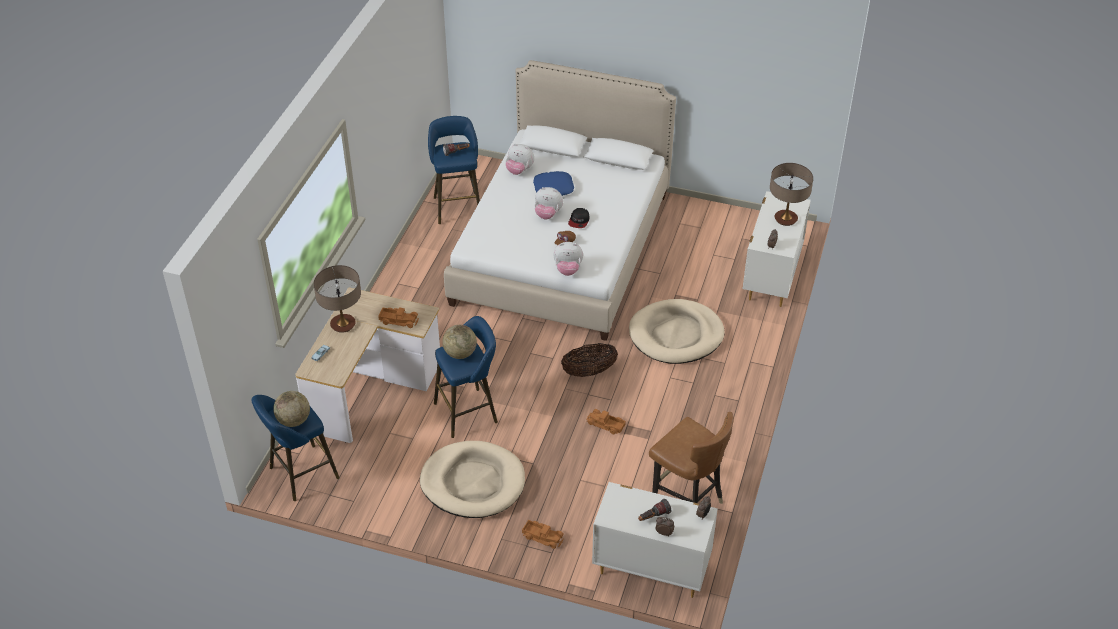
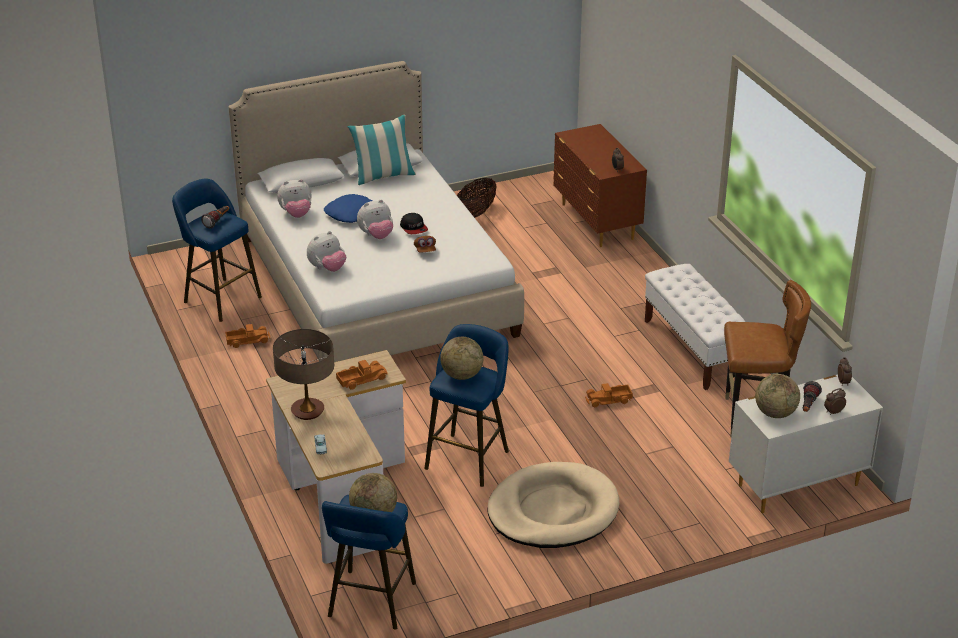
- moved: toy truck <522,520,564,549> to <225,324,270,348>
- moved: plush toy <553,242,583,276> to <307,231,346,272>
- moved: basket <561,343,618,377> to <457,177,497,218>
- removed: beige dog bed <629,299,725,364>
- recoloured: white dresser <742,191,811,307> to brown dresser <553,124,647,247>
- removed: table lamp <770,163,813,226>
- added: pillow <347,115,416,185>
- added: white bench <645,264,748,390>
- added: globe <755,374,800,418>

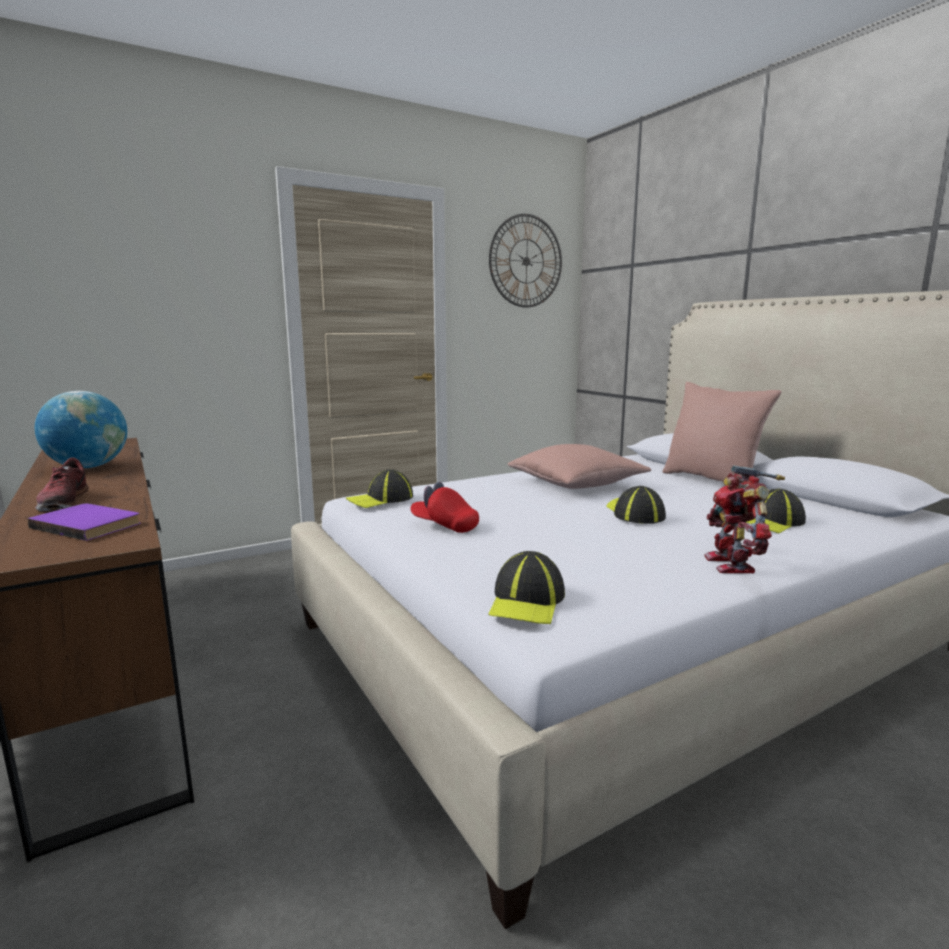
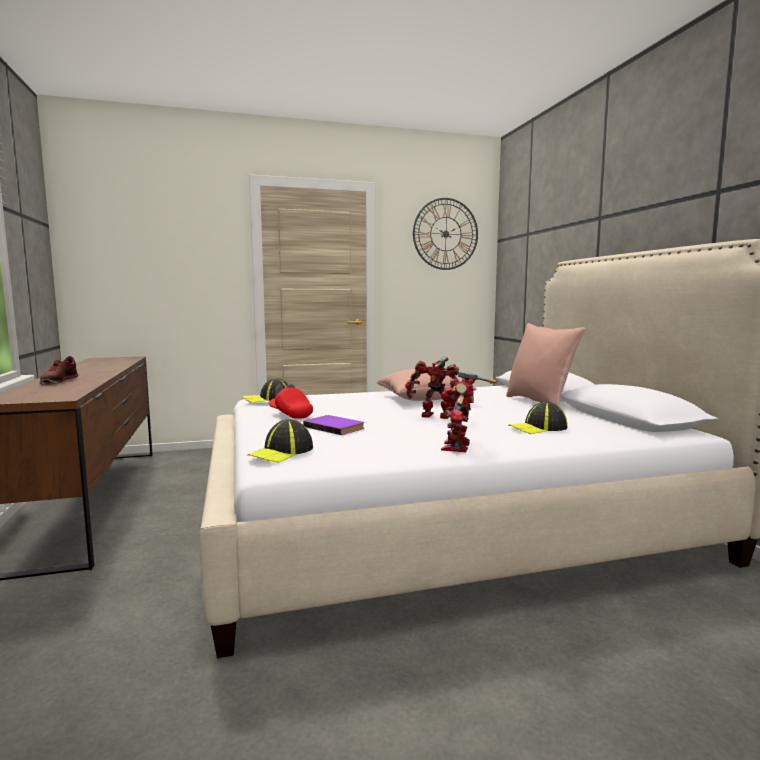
- moved: purple book <27,503,140,541> to <303,415,364,435>
- removed: globe <35,391,127,468>
- replaced: cap <606,486,666,524> to toy robot <405,357,459,419>

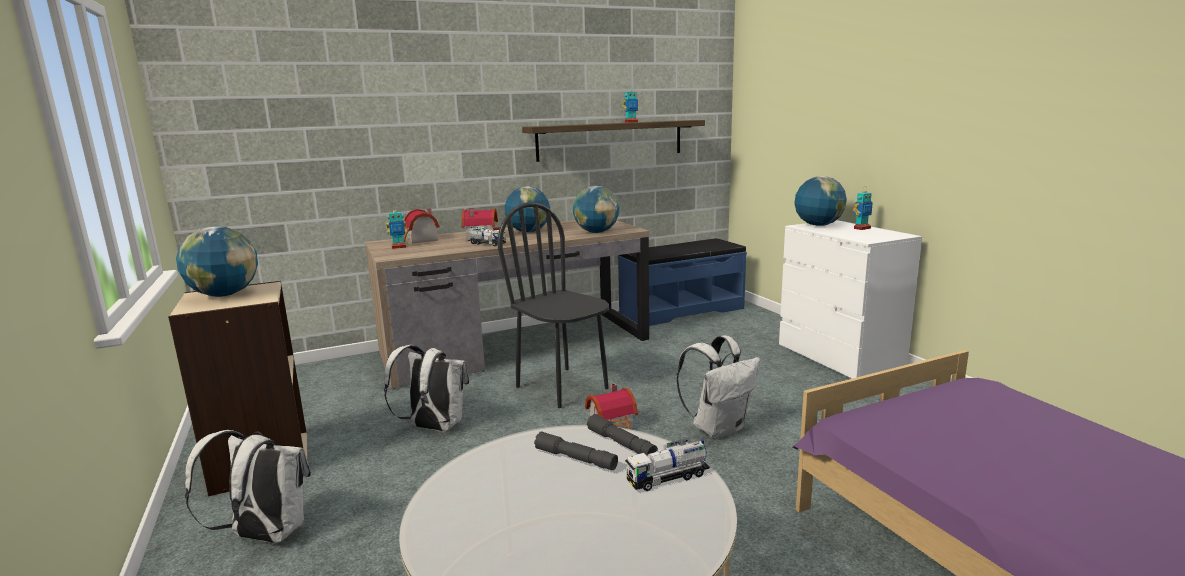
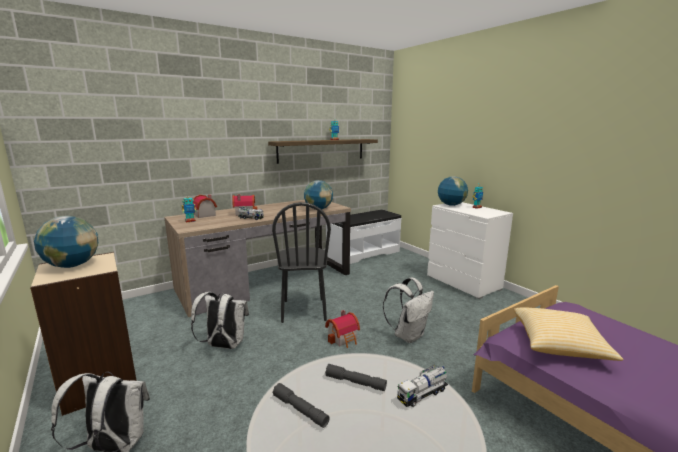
- turned: black chair <498,202,609,408> = <272,202,331,323> 135 degrees counterclockwise
- removed: globe <505,186,550,232>
- moved: grey flashlight <587,414,658,456> to <273,383,330,428>
- recoloured: blue bench <618,238,747,326> to white bench <326,209,402,265>
- added: pillow <514,307,624,361>

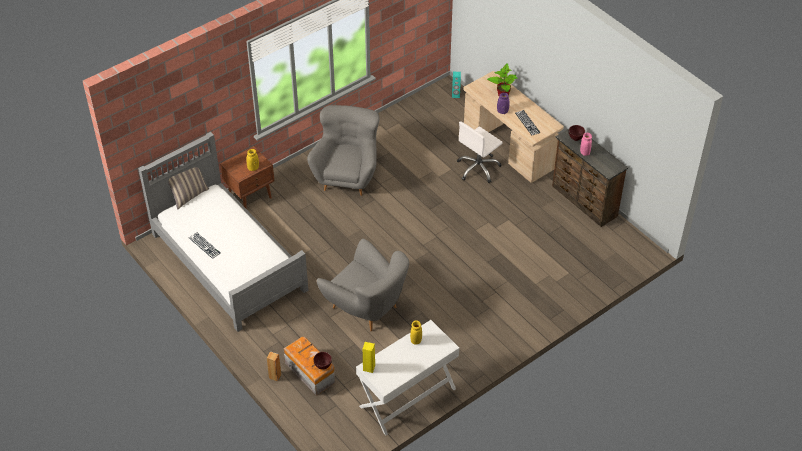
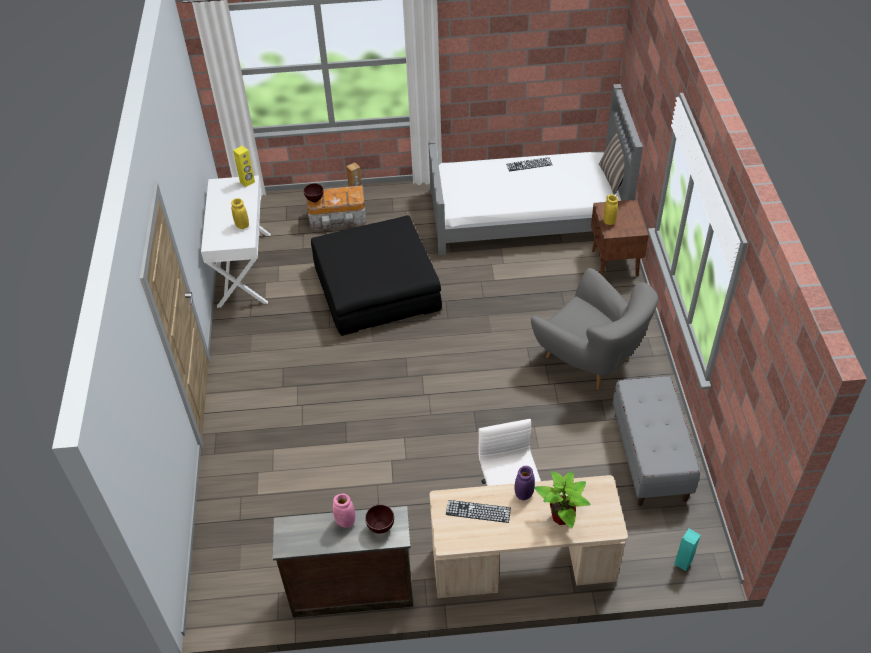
- replaced: grey armchair <317,239,409,331> to black ottoman <311,215,442,336>
- added: grey bench <613,376,700,506>

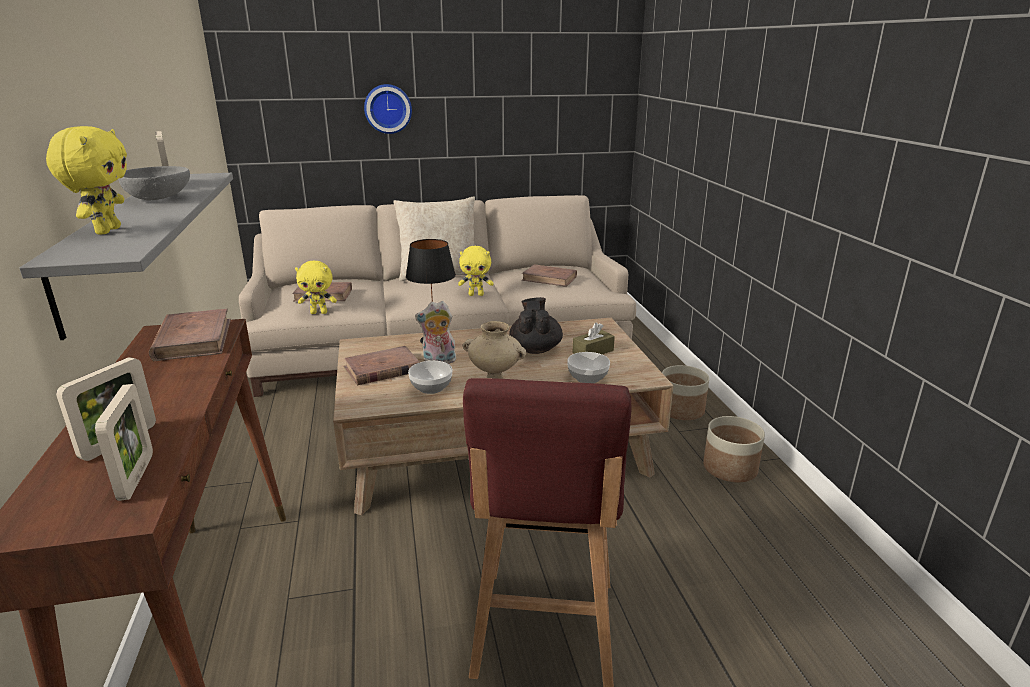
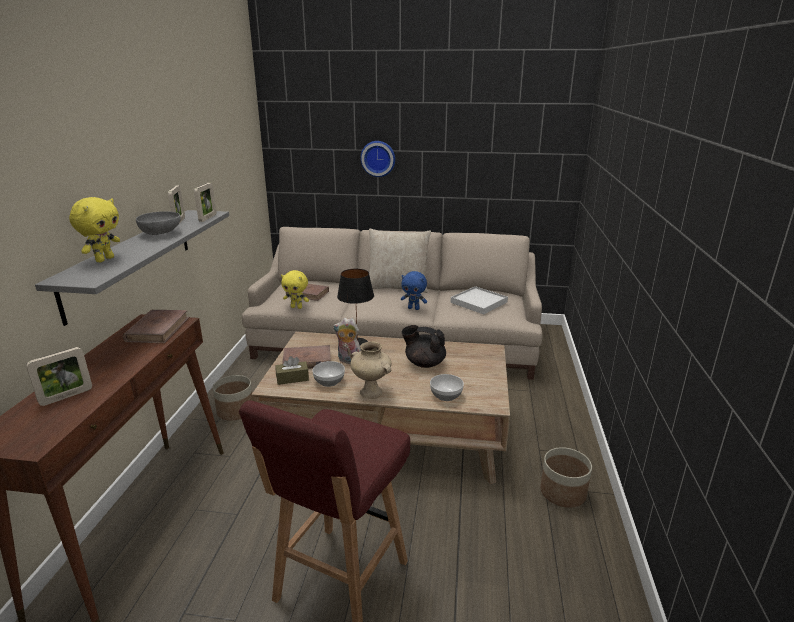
- moved: picture frame <95,384,153,501> to <194,183,216,222>
- recoloured: yellow plush toy <458,246,494,296> to blue plush toy <401,271,427,310>
- turned: black teapot <509,297,563,354> = <402,325,446,368> 90 degrees counterclockwise
- replaced: brown book <522,264,577,287> to white tray <451,286,508,314>
- moved: brown tissue box <572,322,615,354> to <275,356,309,385>
- moved: planter <662,365,709,420> to <213,375,252,421>

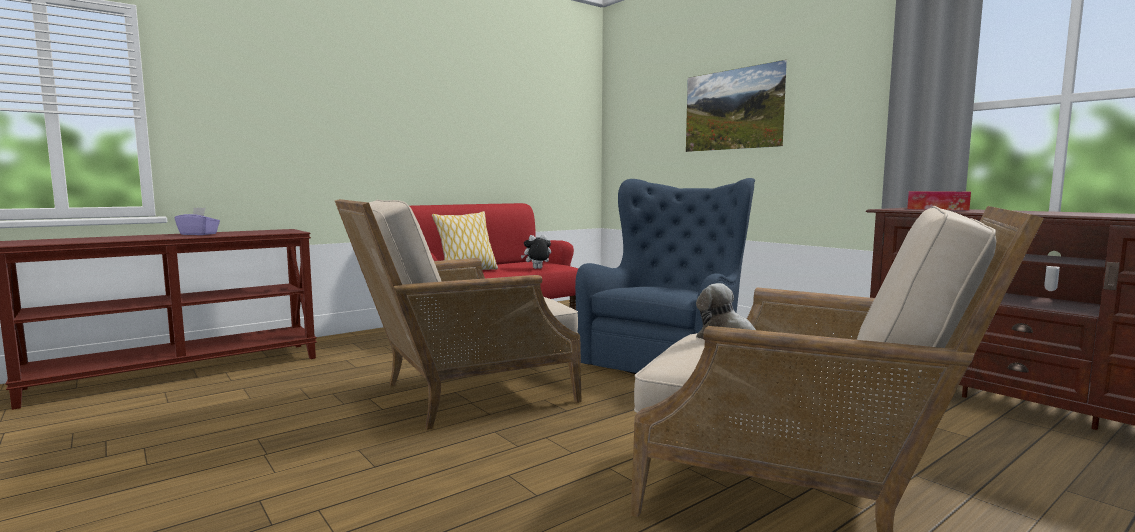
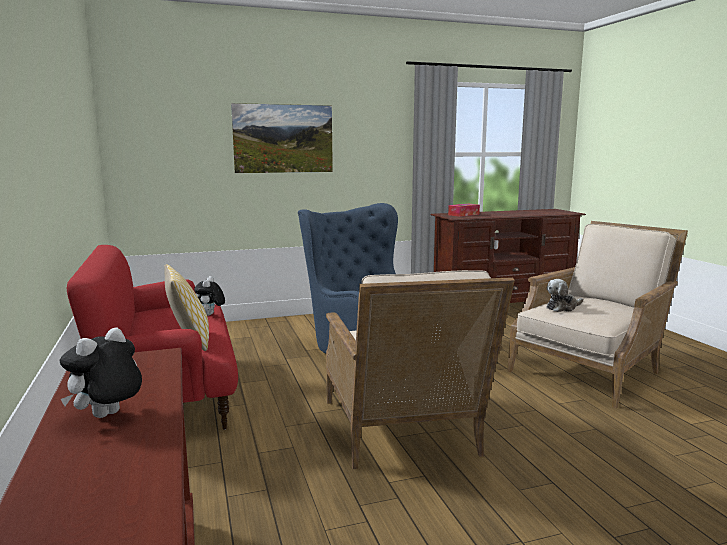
- replaced: purple tissue box <175,208,220,235> to plush toy <60,327,142,418>

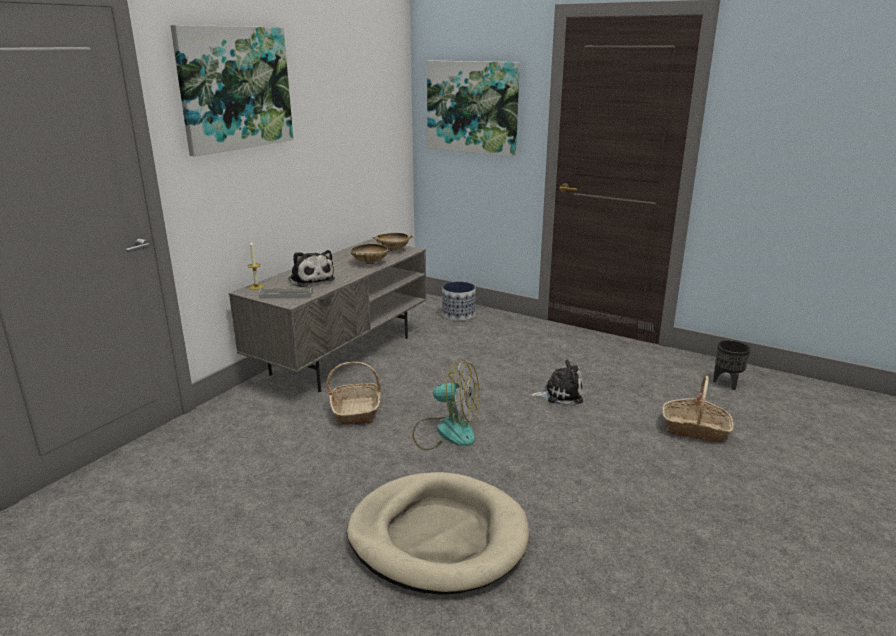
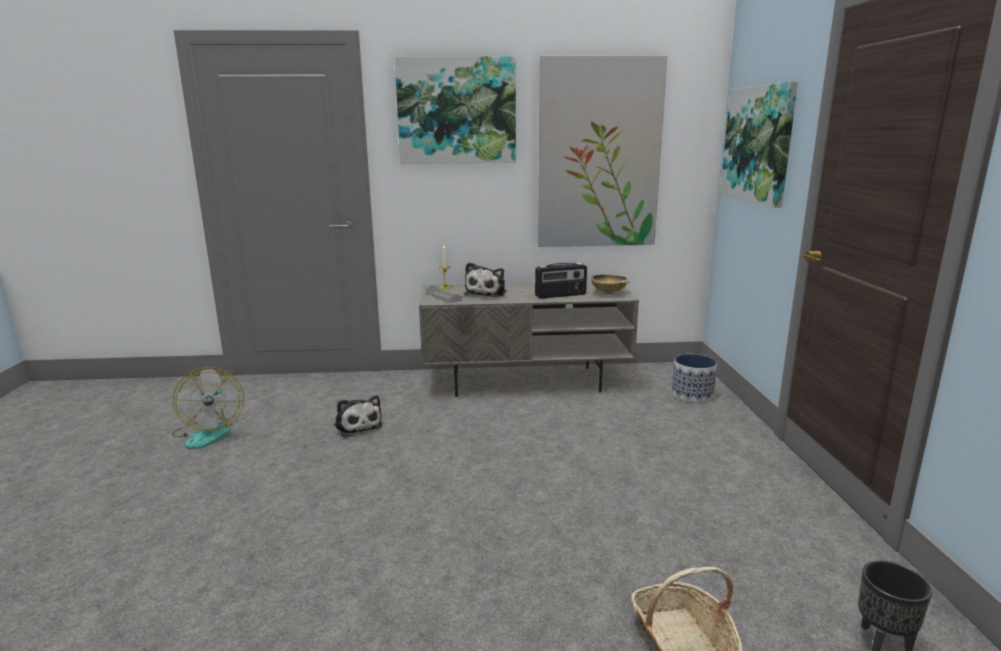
- removed: basket <327,362,381,425>
- removed: beige dog bed <347,472,529,594>
- replaced: beige bowl <351,243,388,264> to radio <535,263,587,299>
- moved: fan <412,359,479,450> to <172,367,244,449>
- moved: plush toy <530,360,583,405> to <334,395,382,438>
- added: picture <538,56,667,247>

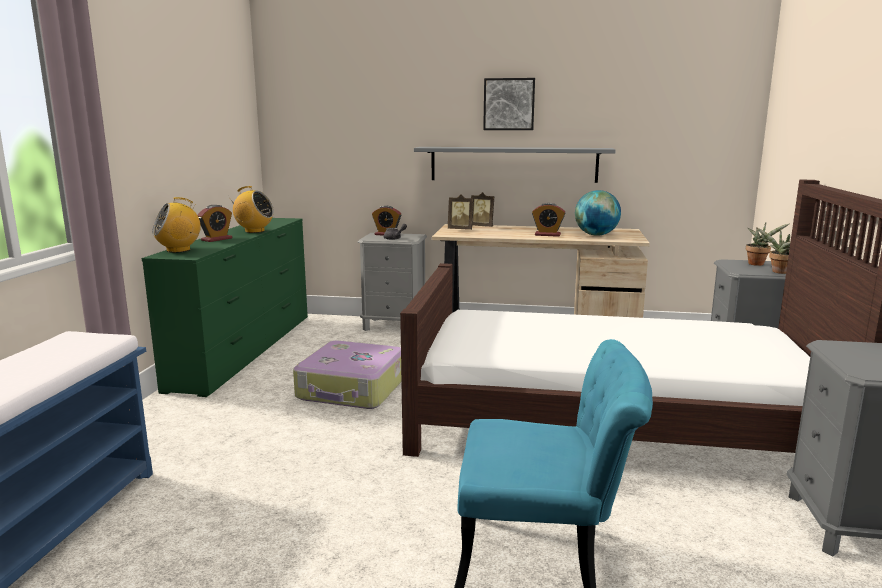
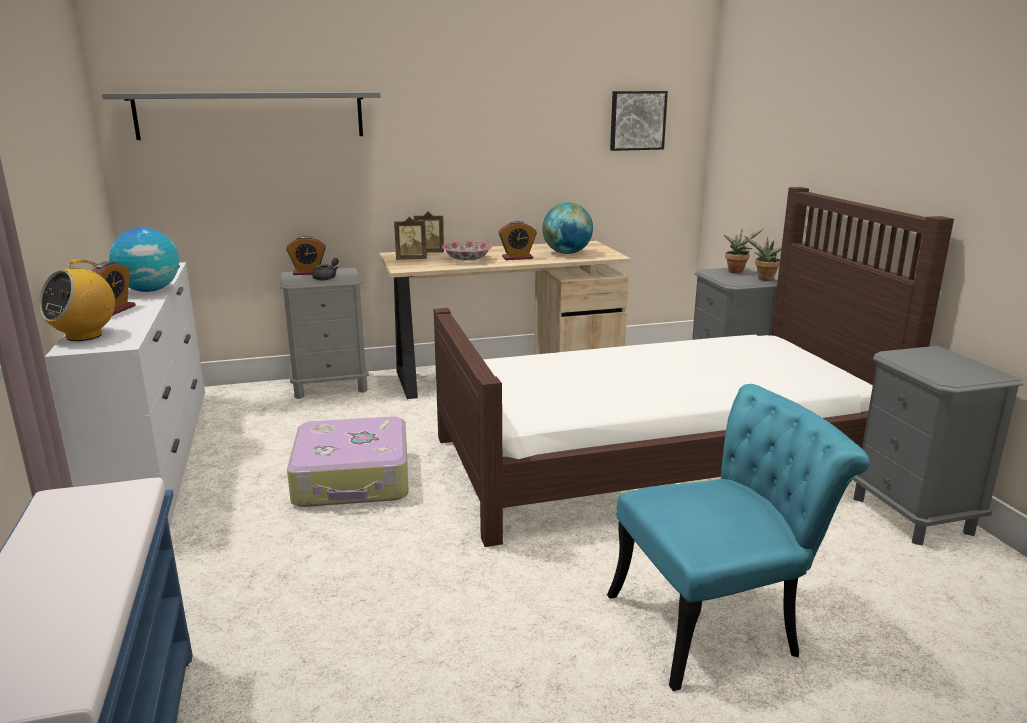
- recoloured: green dresser <142,218,308,397> to white dresser <45,262,205,528>
- replaced: radio <229,186,274,233> to globe <109,228,180,292>
- moved: grey shelf <414,147,616,183> to <102,92,381,140>
- moved: picture <483,78,535,130> to <610,91,668,151>
- added: bowl <442,241,493,261>

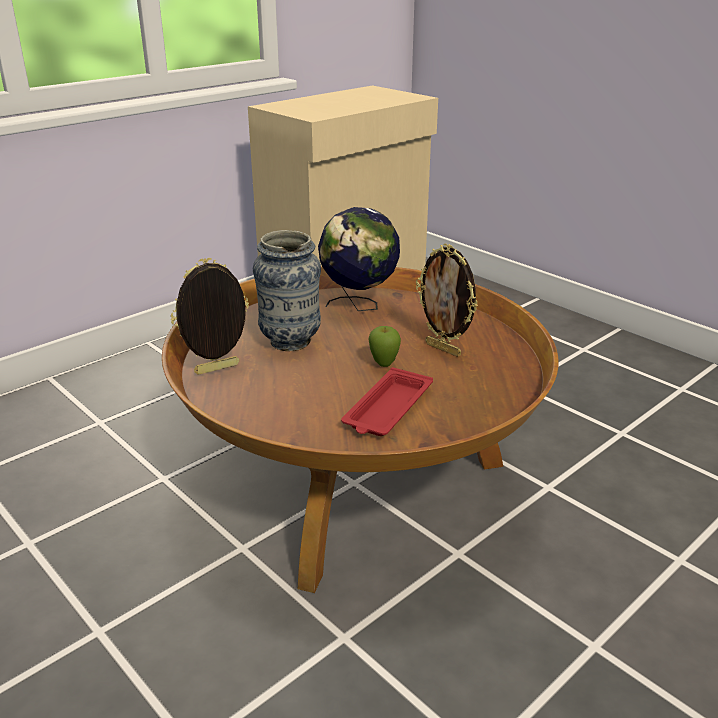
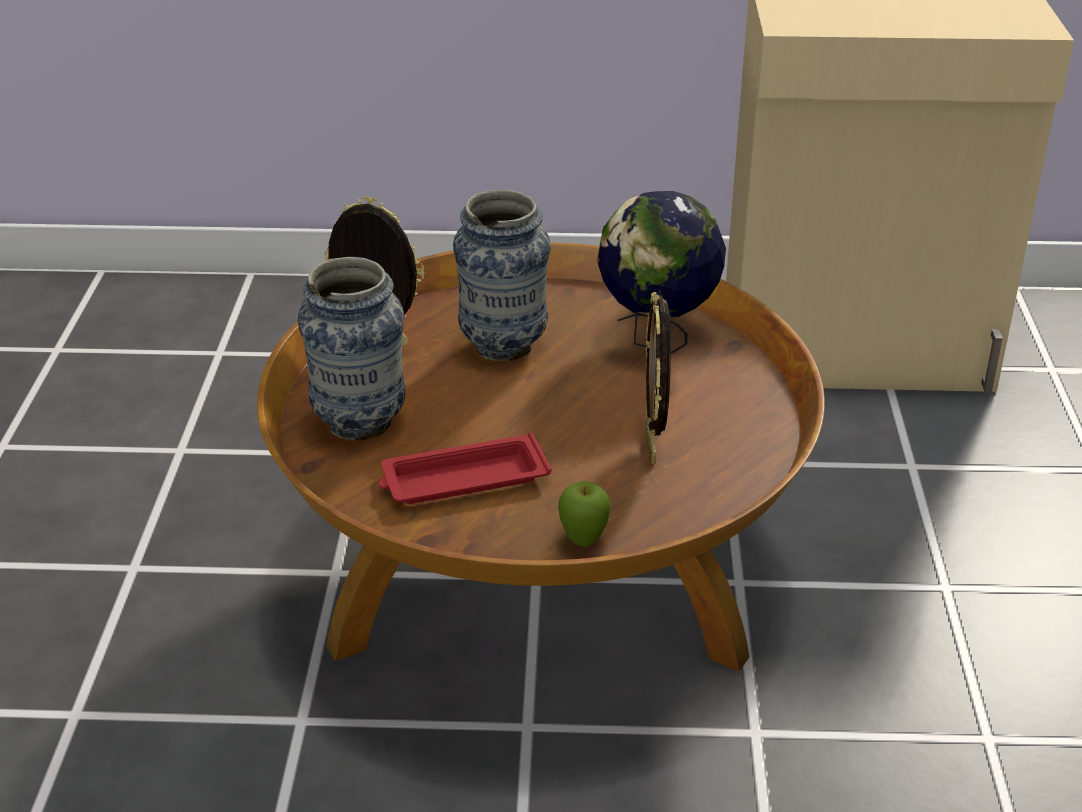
- moved: apple <369,326,401,367> to <558,481,611,547>
- added: vase <298,257,406,441>

